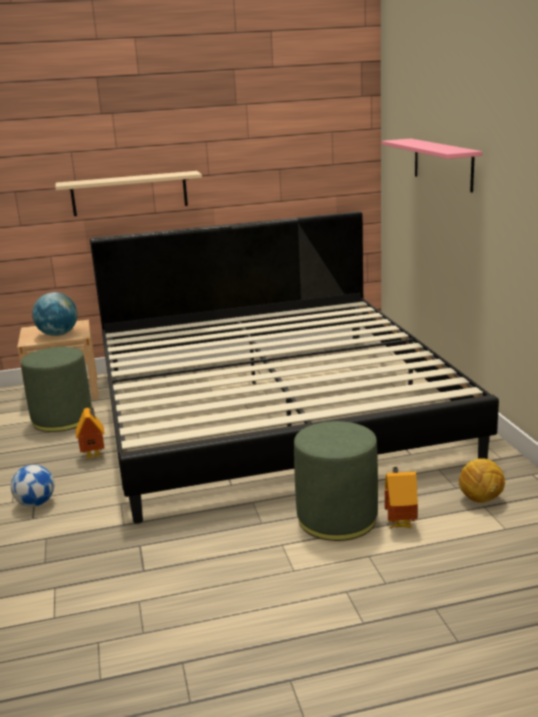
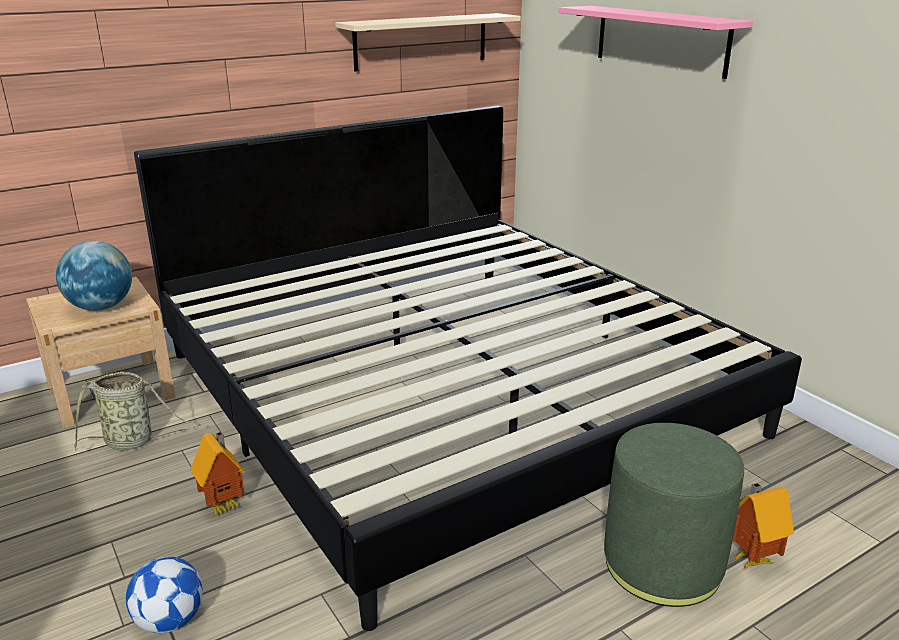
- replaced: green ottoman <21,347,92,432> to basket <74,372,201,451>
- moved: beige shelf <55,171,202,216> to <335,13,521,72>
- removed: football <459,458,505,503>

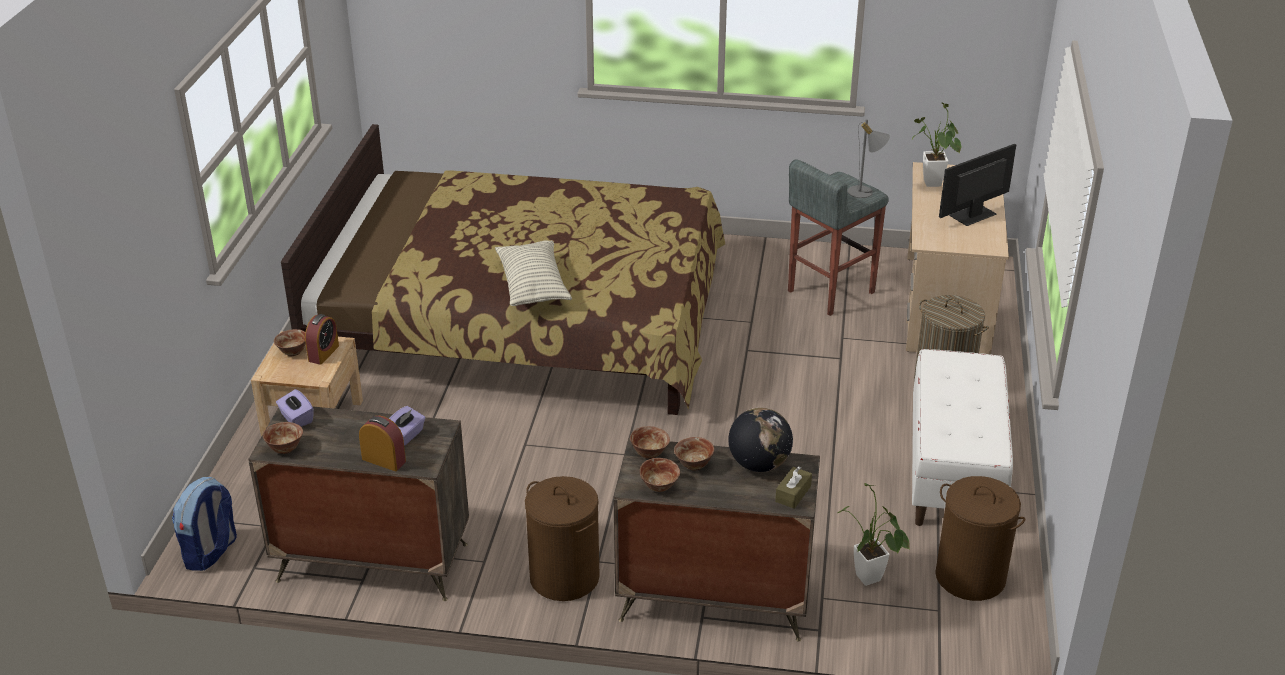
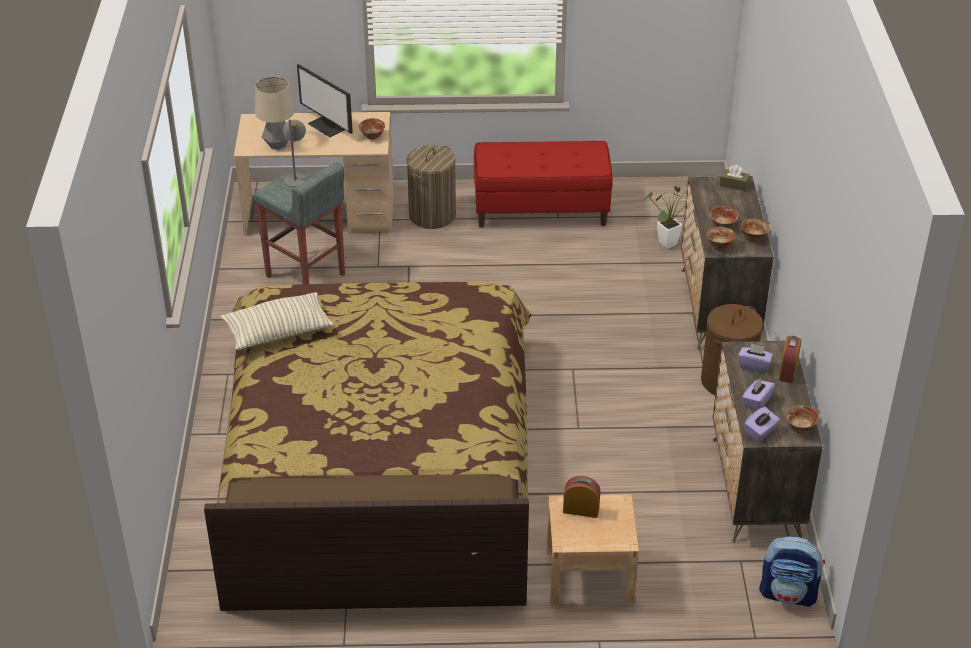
- moved: bowl <274,329,306,356> to <359,118,385,140>
- moved: pillow <495,240,572,306> to <221,292,333,350>
- removed: globe <728,408,793,472>
- replaced: potted plant <912,102,961,187> to table lamp <255,76,294,150>
- recoloured: white bench <912,349,1013,526> to red bench <474,141,613,228>
- removed: brown laundry basket <935,476,1025,601>
- added: purple tissue box <742,378,775,411>

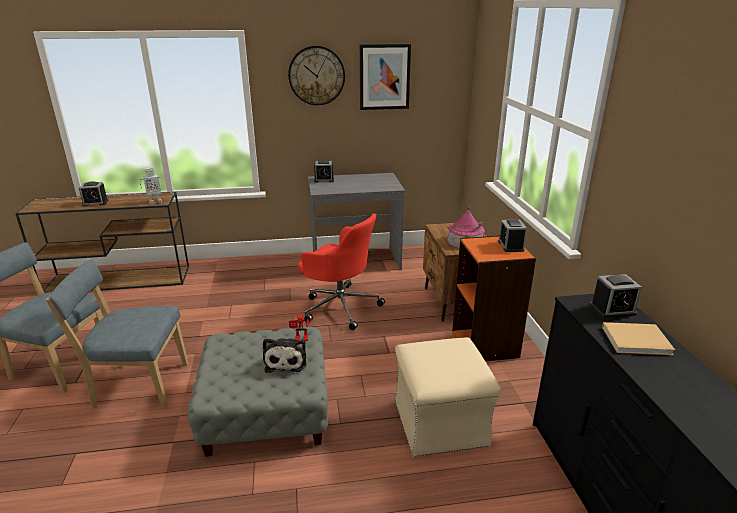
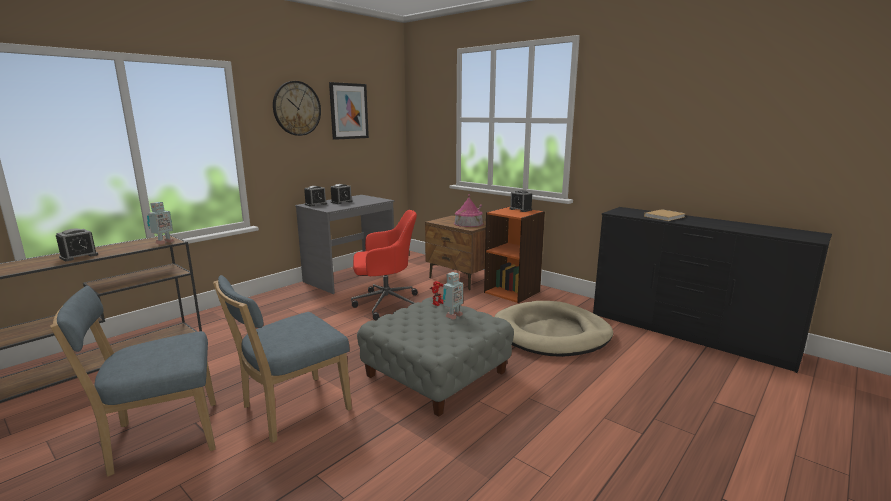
- replaced: plush toy <263,338,307,373> to toy robot <443,272,463,320>
- replaced: beige ottoman <395,337,501,457> to beige dog bed <495,301,613,357>
- moved: alarm clock <590,274,642,318> to <331,184,352,204>

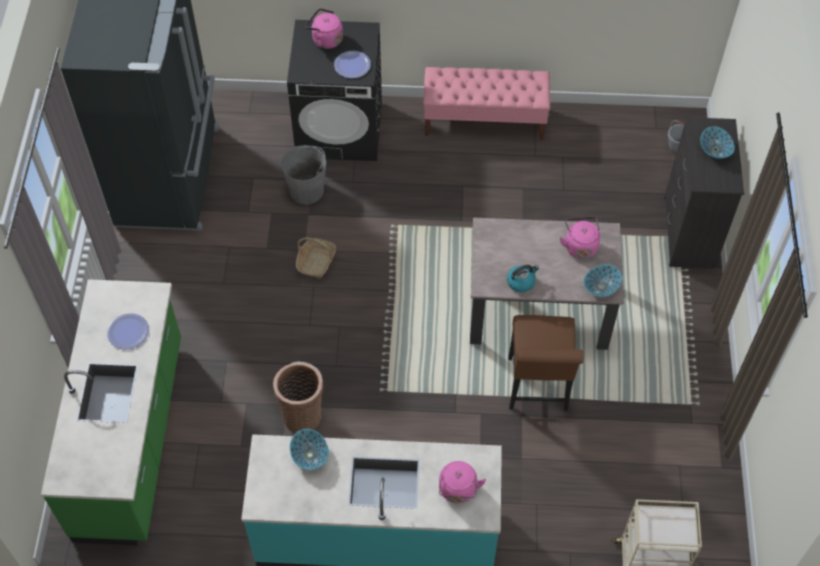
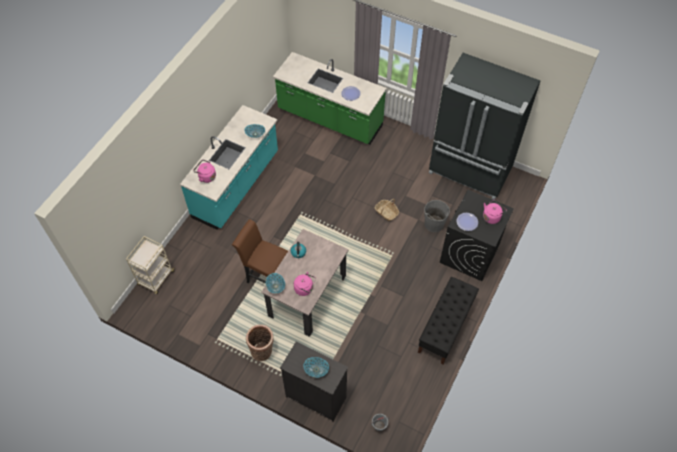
- moved: basket <273,362,323,433> to <246,324,274,361>
- recoloured: pink bench <423,67,550,140> to black bench <418,277,479,365>

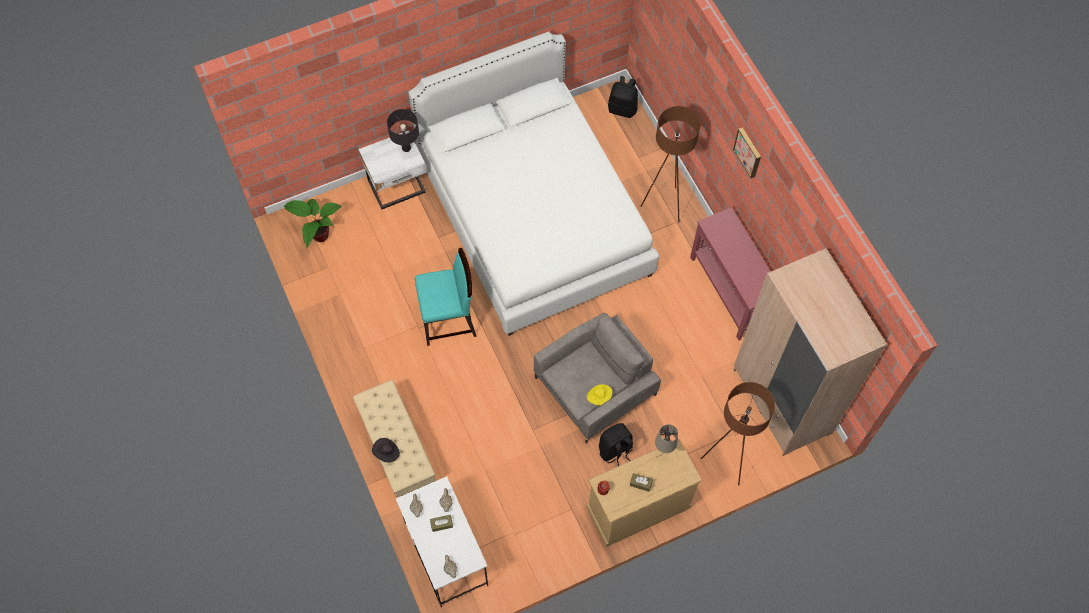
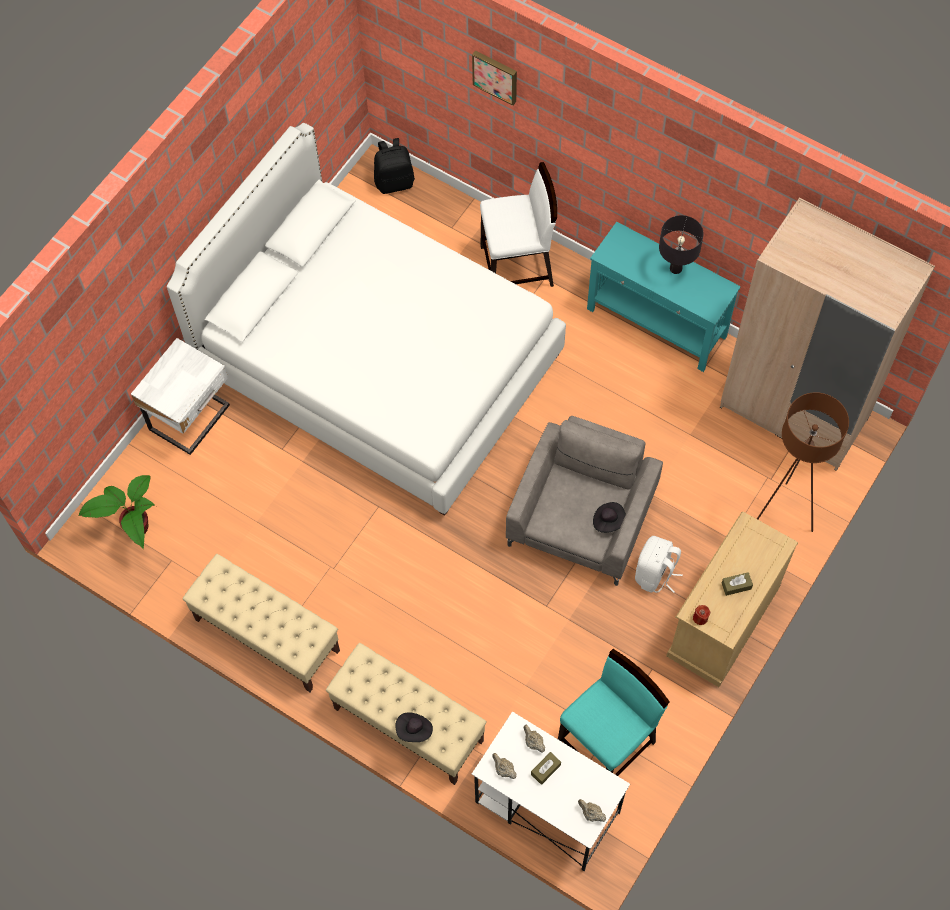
- moved: black table lamp <387,109,419,152> to <659,215,704,274>
- moved: turquoise chair <415,248,477,346> to <558,649,670,776>
- recoloured: yellow hat <587,384,612,405> to black hat <593,502,626,533>
- recoloured: black backpack <599,423,633,466> to white backpack <635,536,683,593>
- replaced: brown floor lamp <640,106,701,223> to white chair <480,162,557,287>
- removed: beige table lamp <655,424,678,456>
- recoloured: red console table <690,207,771,340> to turquoise console table <587,222,741,372>
- moved: picture <733,127,761,178> to <472,50,517,106>
- added: beige bench <183,554,340,692>

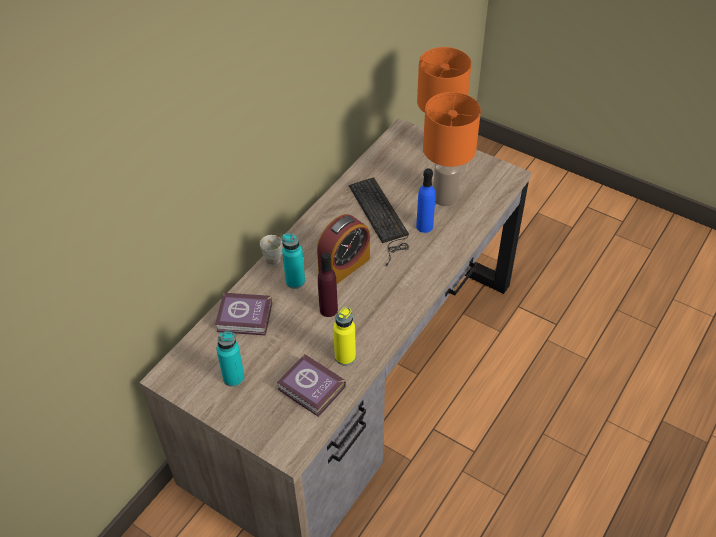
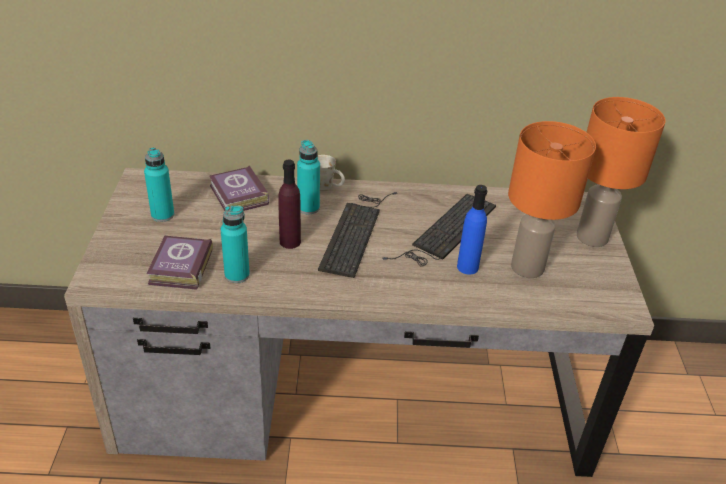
- replaced: alarm clock <317,214,370,284> to keyboard <318,192,397,278>
- recoloured: yellow bottle <333,307,356,366> to turquoise bottle <221,206,250,283>

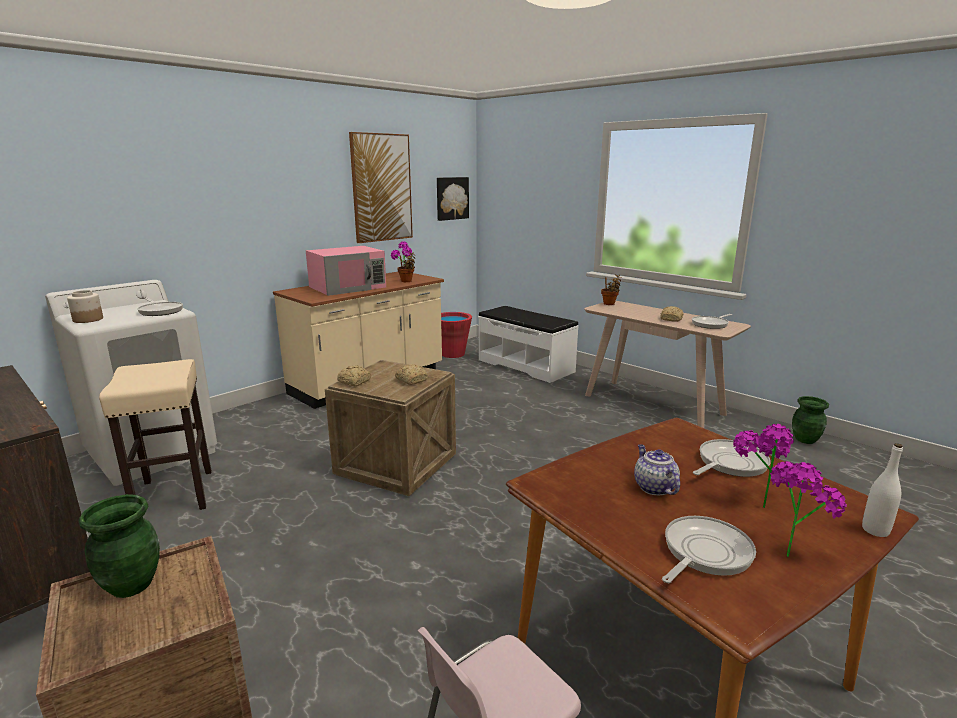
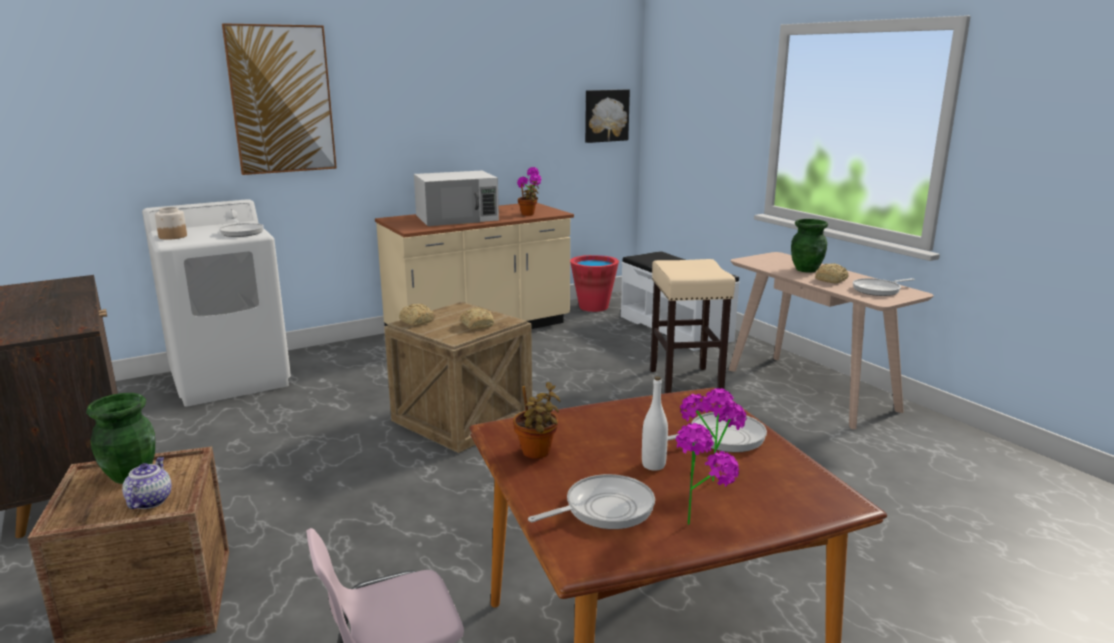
- moved: beige stool <99,359,212,510> to <650,259,735,394>
- recoloured: pink microwave <306,246,386,296> to white microwave <414,170,499,226>
- moved: picture <349,132,413,243> to <222,23,337,175>
- moved: potted plant <601,275,622,305> to <513,382,561,459>
- moved: teapot <634,445,680,495> to <122,457,172,509>
- moved: green vase <792,396,829,444> to <791,219,828,273>
- moved: white bottle <862,443,903,537> to <642,377,668,471>

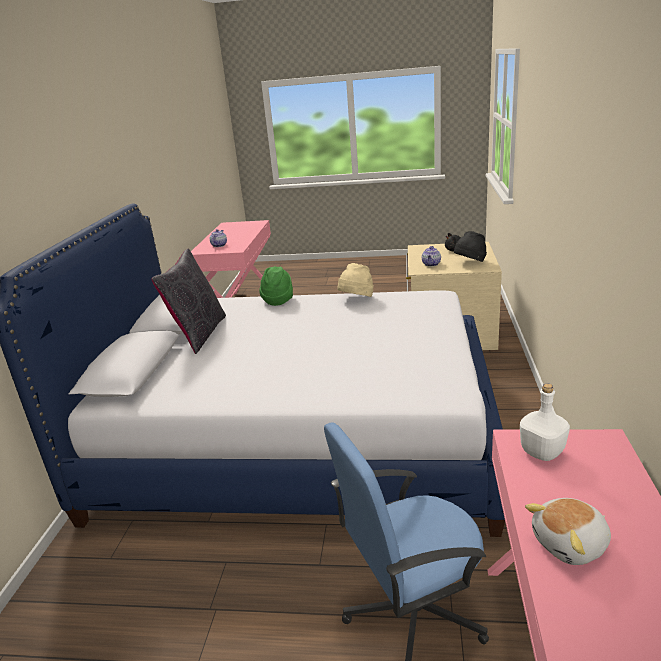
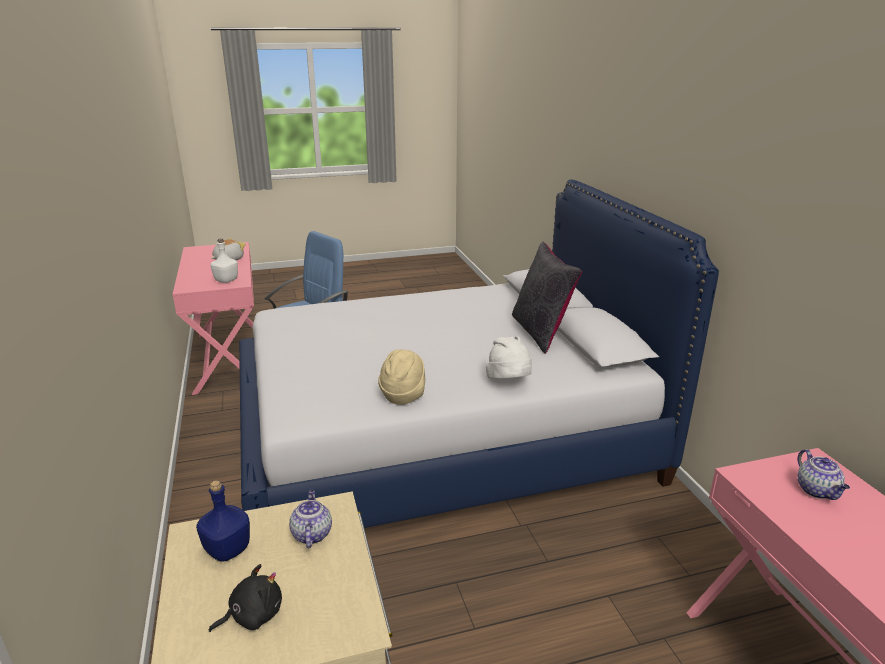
- recoloured: green hat <259,266,293,306> to white hat <486,336,532,379>
- replaced: black hat <454,231,487,262> to blue bottle <196,480,250,562>

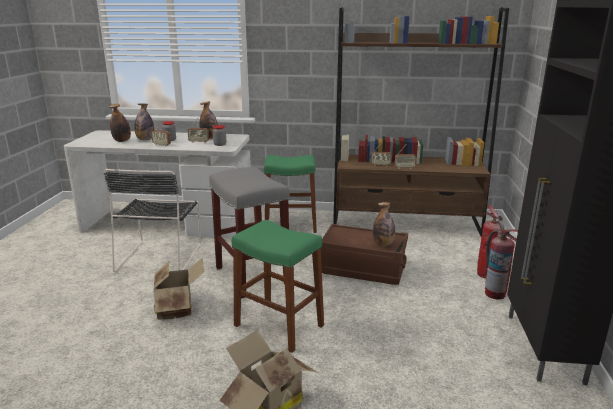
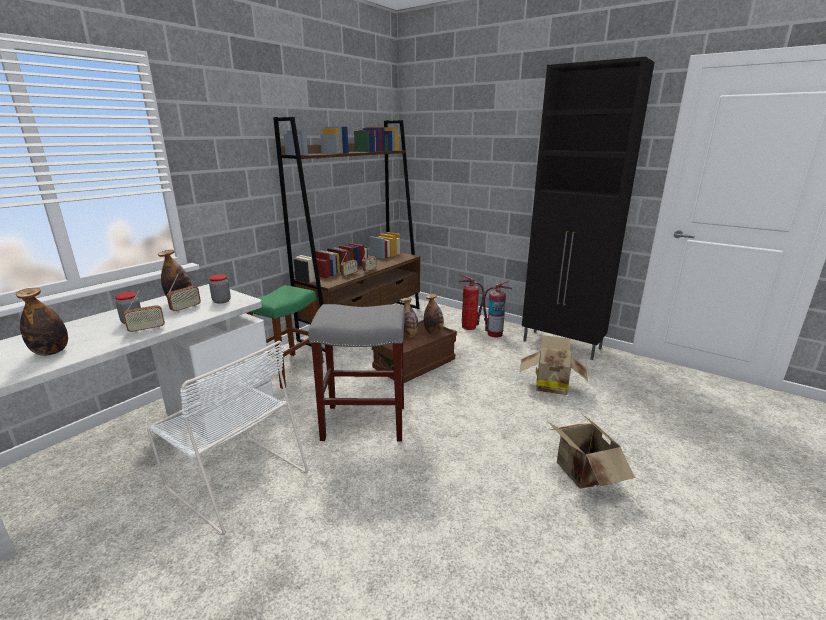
- recoloured: black chair <104,169,201,272> to white chair <147,341,308,536>
- moved: bottle <135,104,154,140> to <401,297,418,338>
- moved: cardboard box <154,257,204,320> to <520,335,588,395>
- removed: green stool <232,220,324,353>

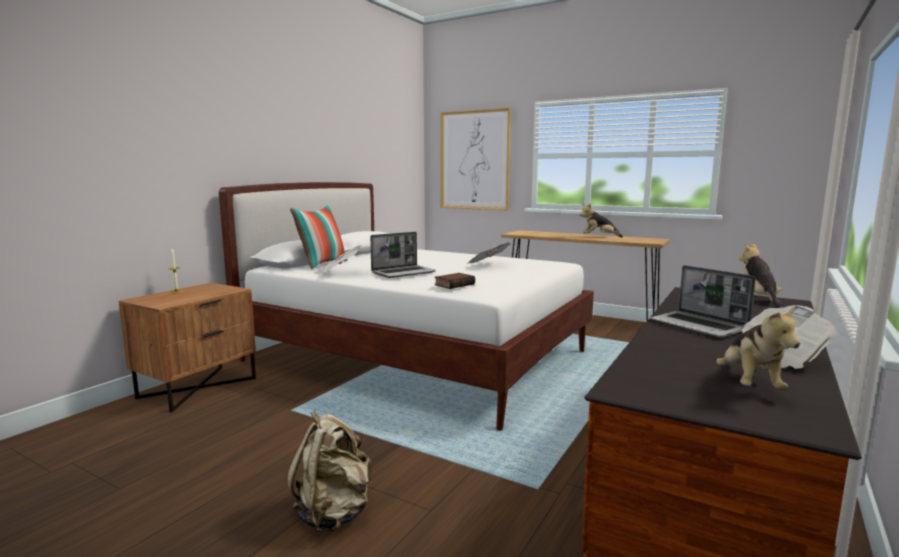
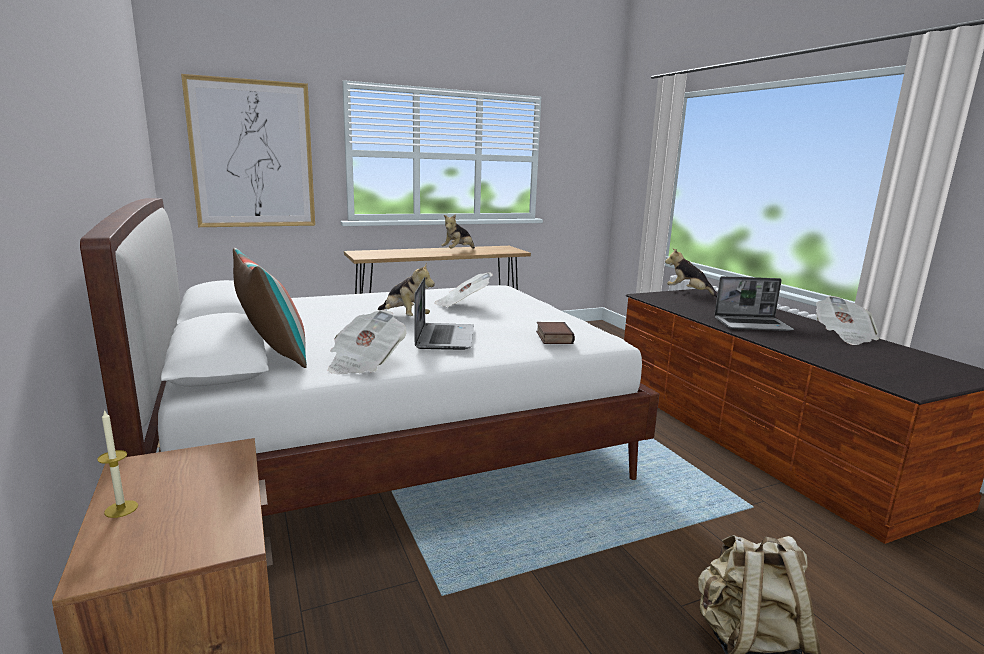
- moved: plush toy <717,306,800,390> to <378,262,435,316>

